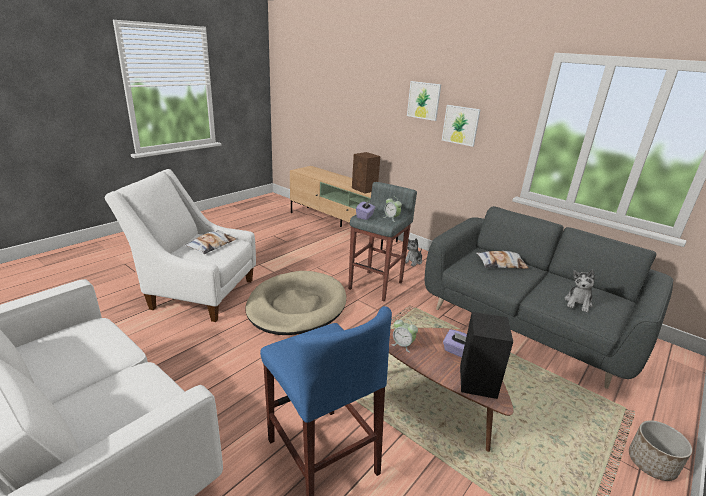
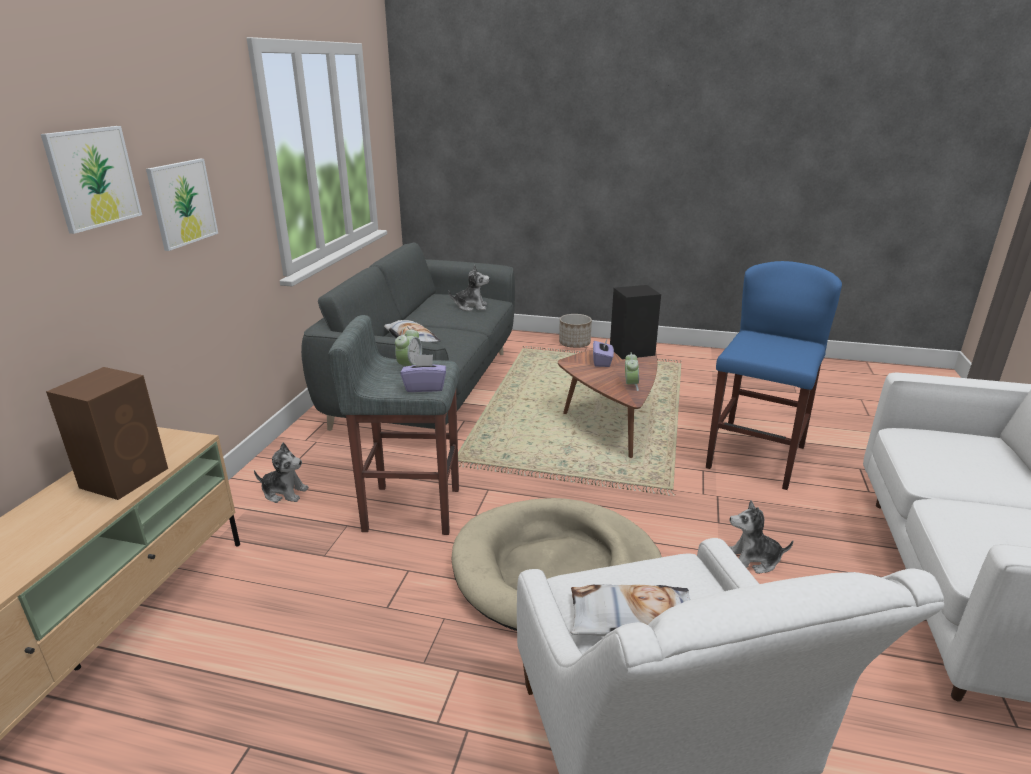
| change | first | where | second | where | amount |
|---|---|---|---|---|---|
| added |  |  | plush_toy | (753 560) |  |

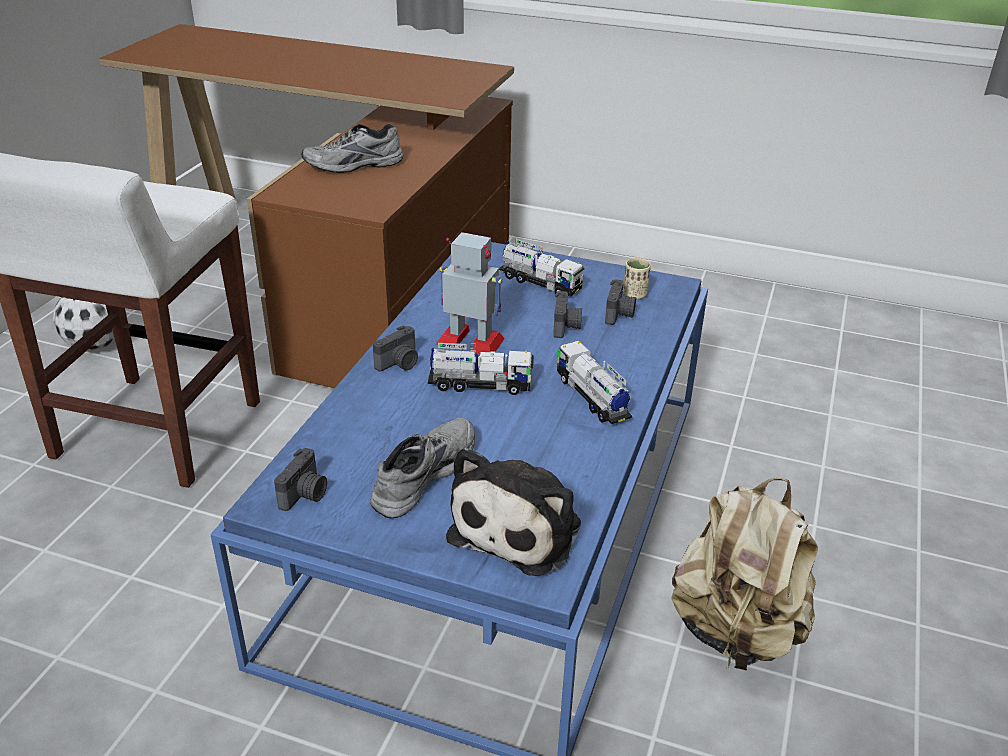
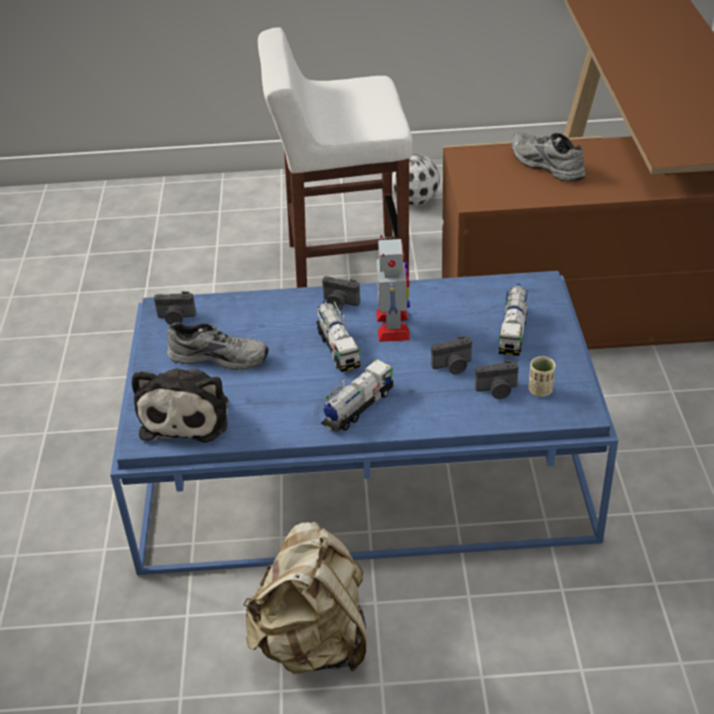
| change | first | where | second | where | amount |
|---|---|---|---|---|---|
| turned | plush_toy | (520 527) |  | (187 415) | 90 degrees counterclockwise |

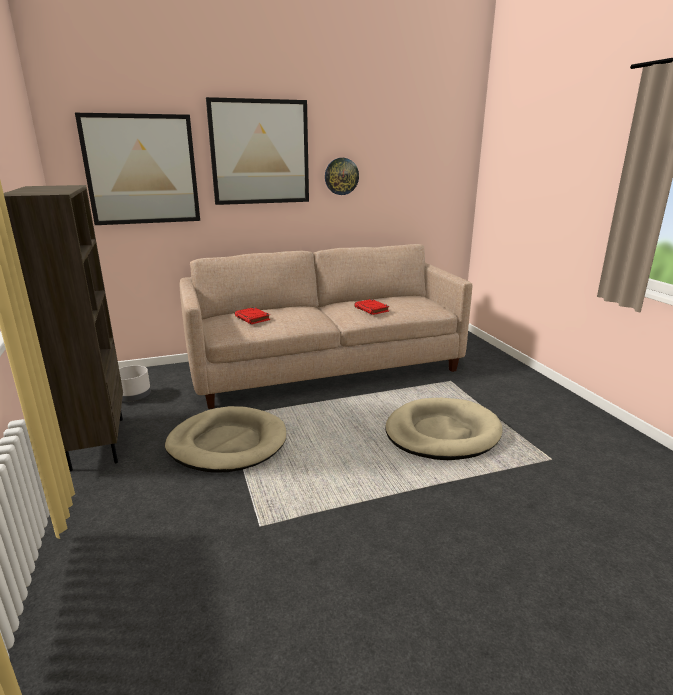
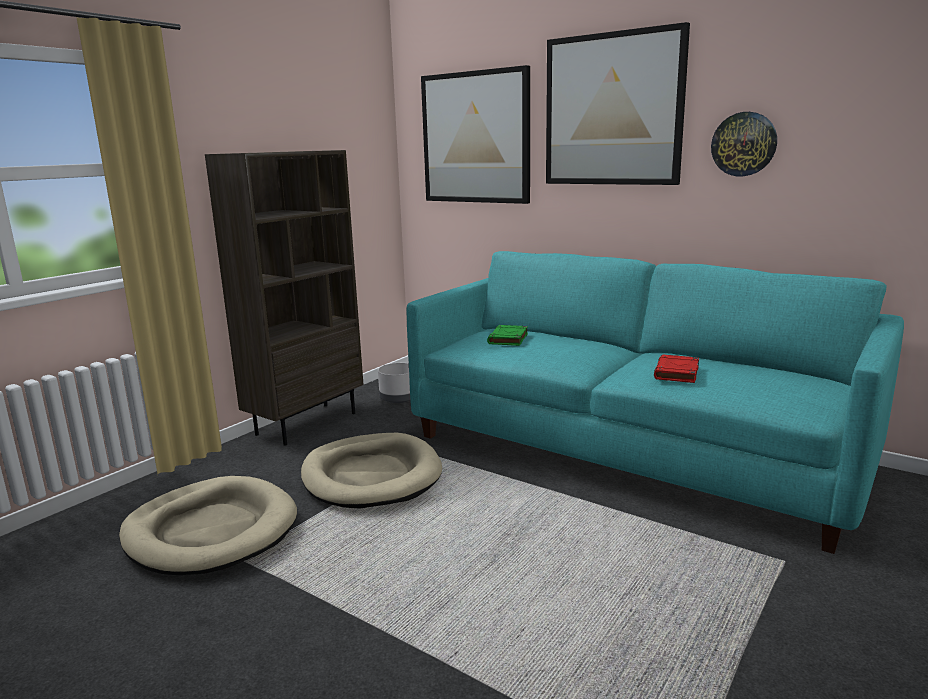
| change | first | where | second | where | amount |
|---|---|---|---|---|---|
| moved | beige_dog_bed | (442 433) |  | (211 531) |  |
| recoloured | beige_sofa | (325 367) | turquoise_sofa | (628 451) |  |
| recoloured | red_book | (253 318) | green_book | (508 339) |  |

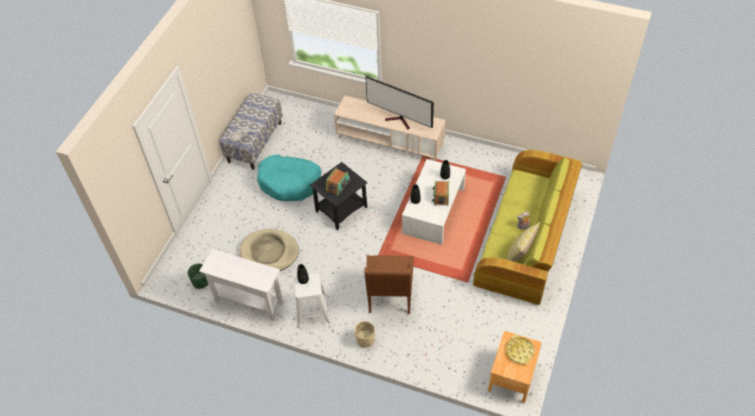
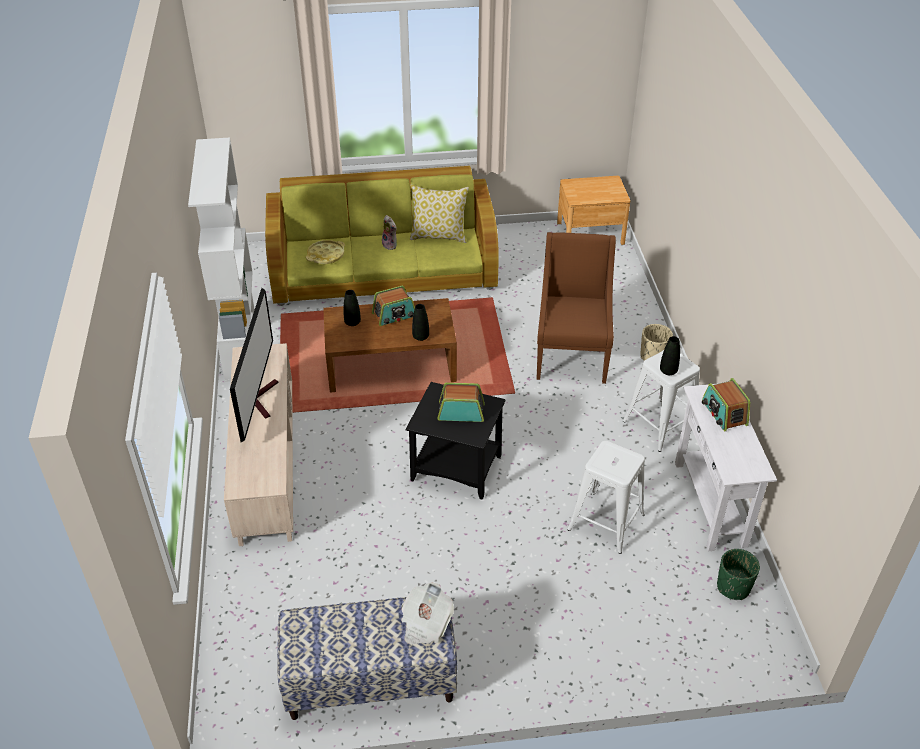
| change | first | where | second | where | amount |
|---|---|---|---|---|---|
| removed | turquoise_dog_bed | (290 183) |  |  |  |
| added |  |  | white_bookcase | (241 343) |  |
| added |  |  | radio | (724 413) |  |
| moved | yellow_tray | (519 351) |  | (326 255) |  |
| replaced | beige_dog_bed | (269 253) | white_stool | (606 521) |  |
| recoloured | white_coffee_table | (434 211) | brown_coffee_table | (391 364) |  |
| turned | brown_armchair | (390 297) |  | (571 357) | 60 degrees counterclockwise |

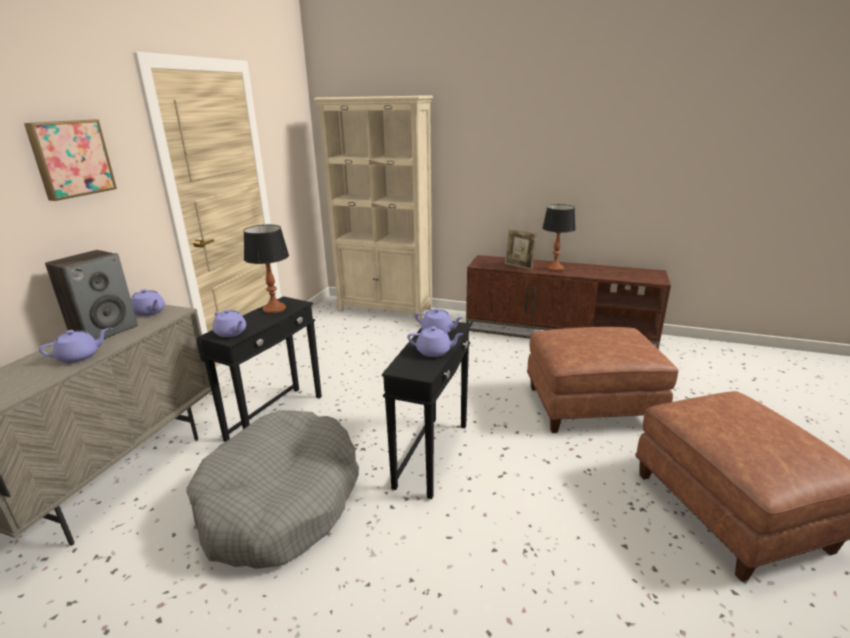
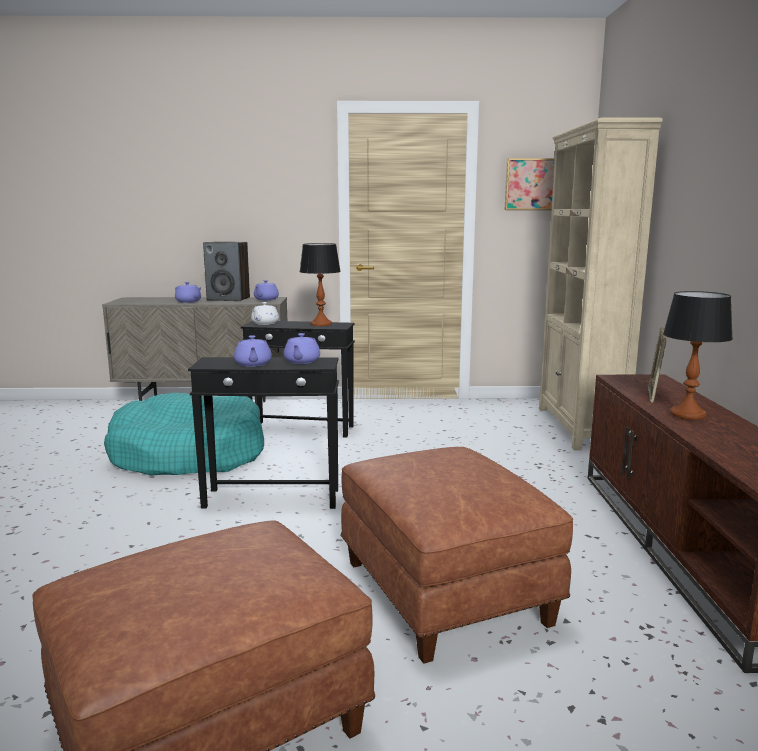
| change | first | where | second | where | amount |
|---|---|---|---|---|---|
| moved | picture | (71 158) |  | (530 184) |  |
| recoloured | grey_dog_bed | (281 501) | turquoise_dog_bed | (188 454) |  |
| recoloured | purple_teapot | (231 333) | white_teapot | (264 323) |  |

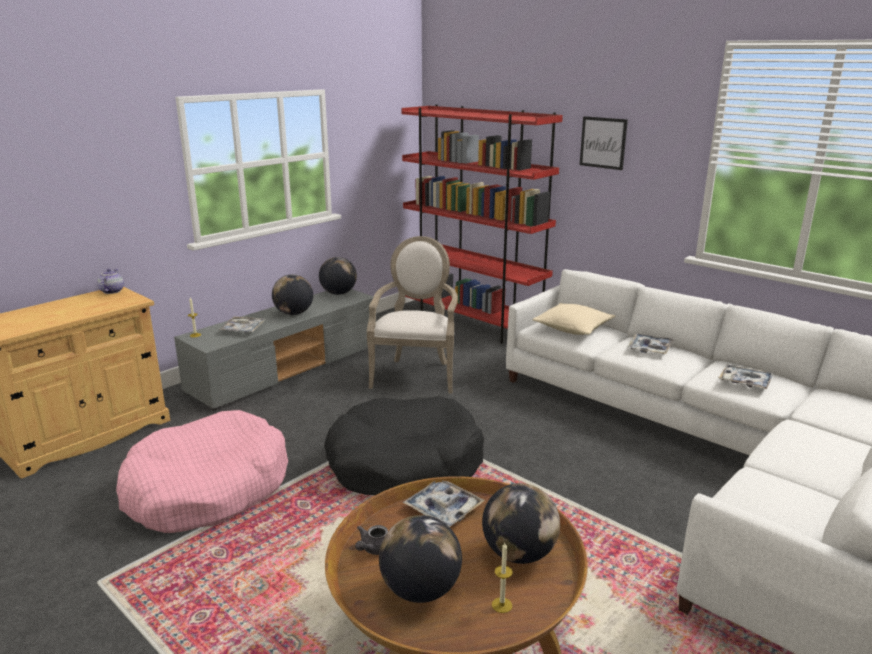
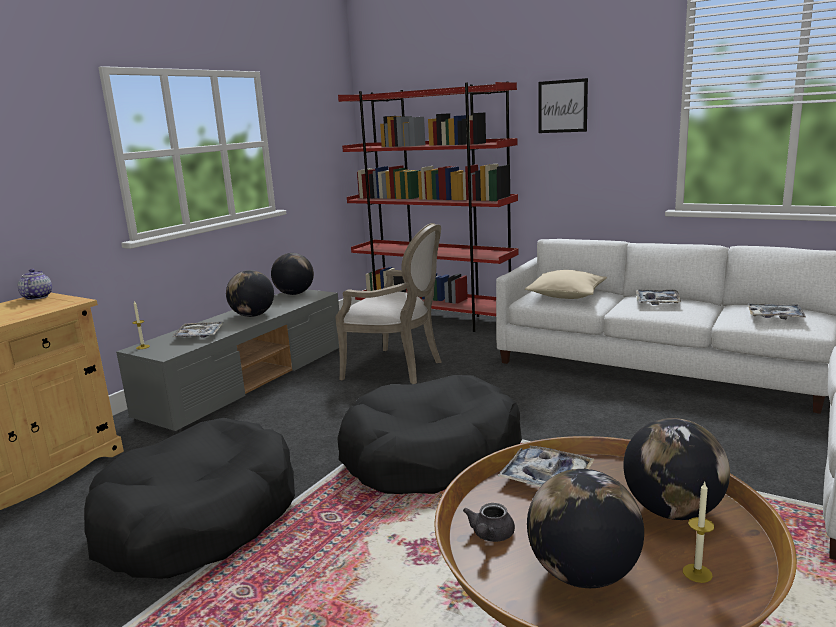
| change | first | where | second | where | amount |
|---|---|---|---|---|---|
| recoloured | pink_dog_bed | (207 489) | black_dog_bed | (198 519) |  |
| turned | armchair | (416 374) |  | (398 369) | 120 degrees clockwise |

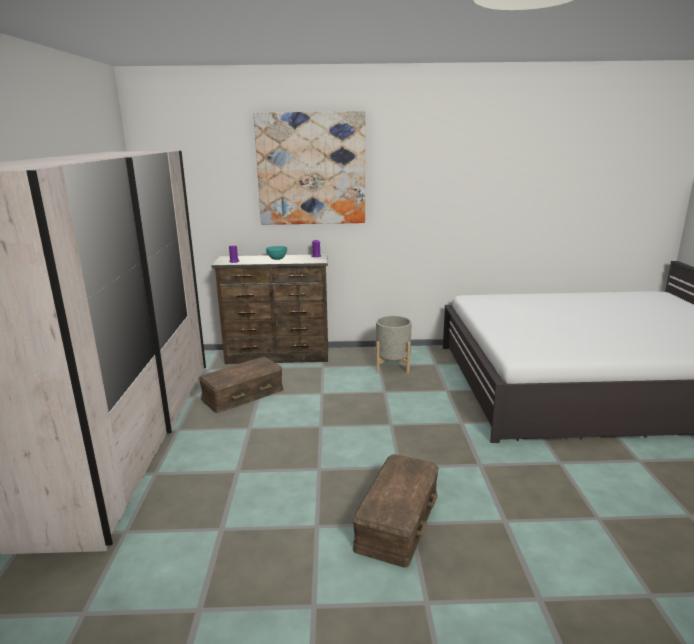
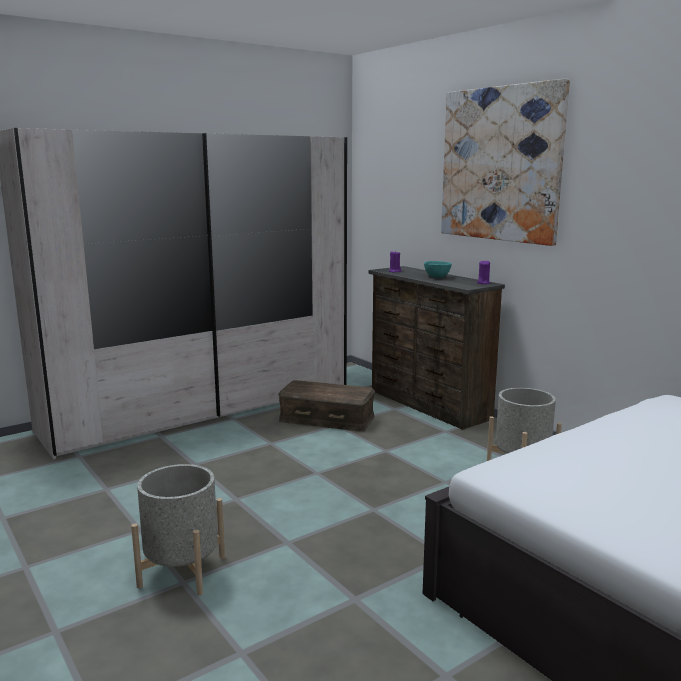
| change | first | where | second | where | amount |
|---|---|---|---|---|---|
| replaced | brown_storage_box | (396 520) | grey_planter | (182 571) |  |

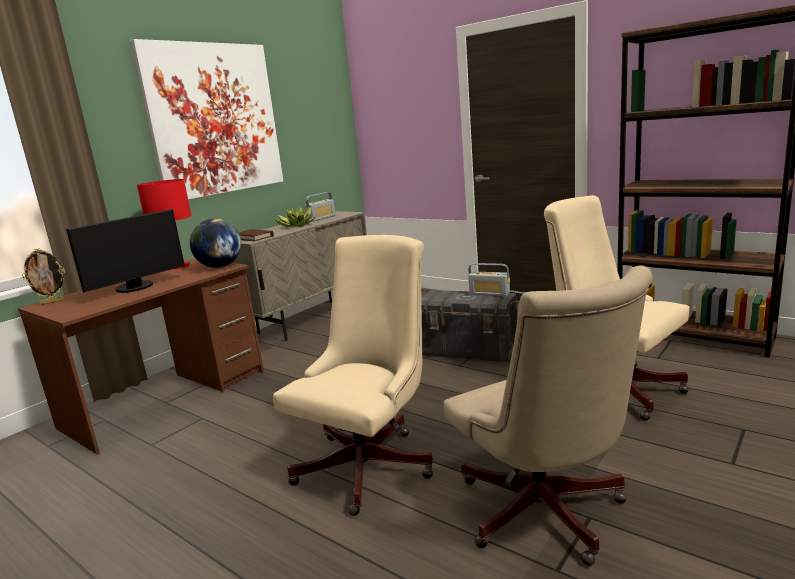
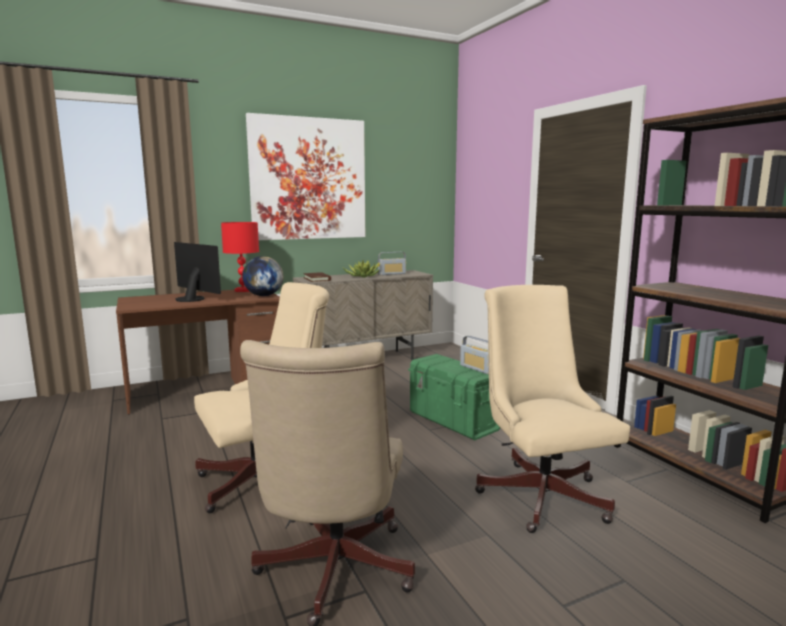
| change | first | where | second | where | amount |
|---|---|---|---|---|---|
| removed | picture_frame | (52 302) |  |  |  |
| recoloured | grey_storage_box | (470 351) | green_storage_box | (453 421) |  |
| turned | monitor | (136 287) |  | (193 299) | 120 degrees counterclockwise |

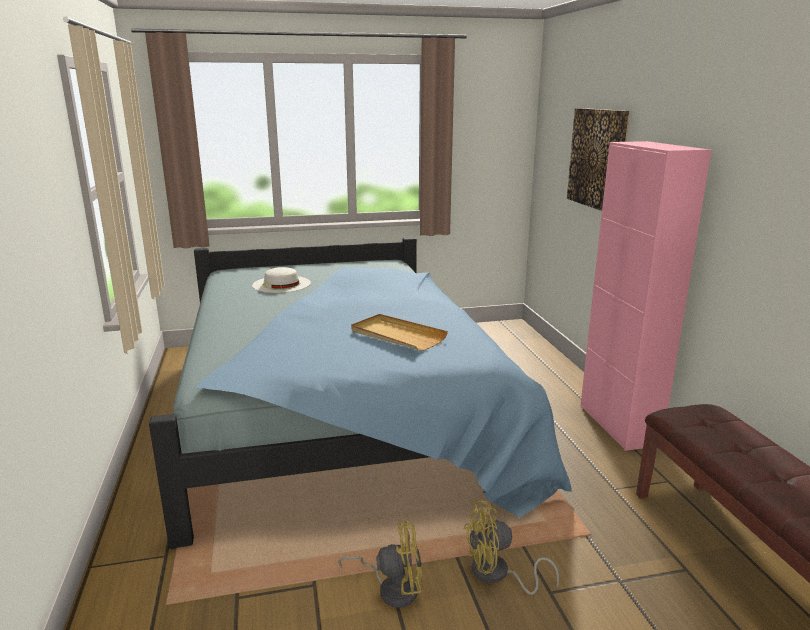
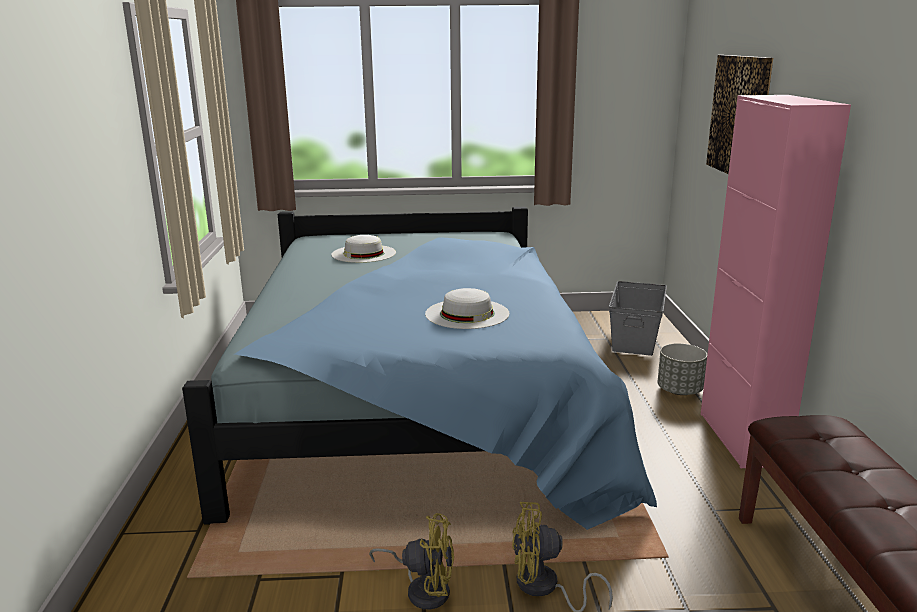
| change | first | where | second | where | amount |
|---|---|---|---|---|---|
| added |  |  | grey_storage_box | (636 337) |  |
| added |  |  | grey_planter | (680 390) |  |
| replaced | beige_tray | (397 335) | white_hat | (467 313) |  |

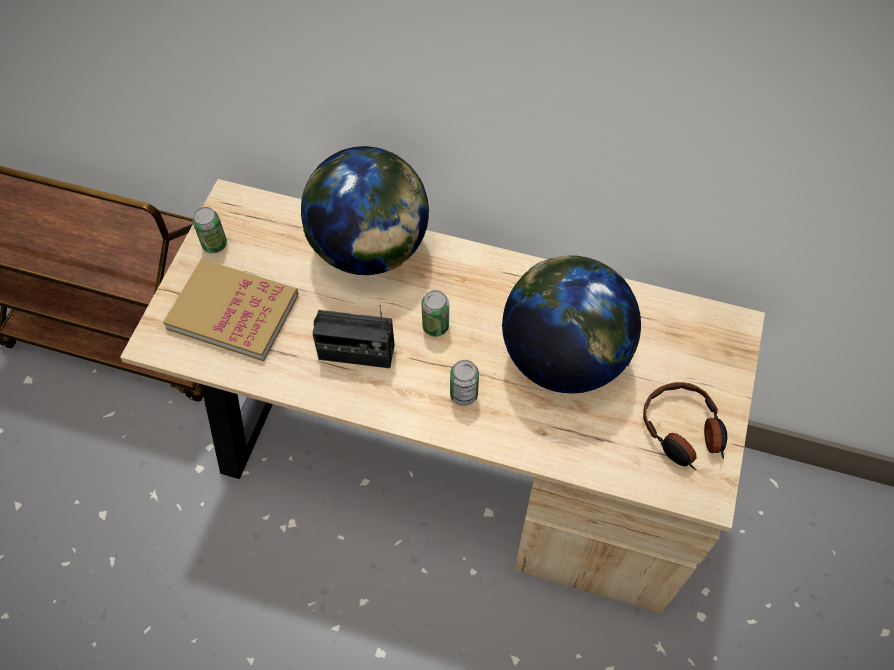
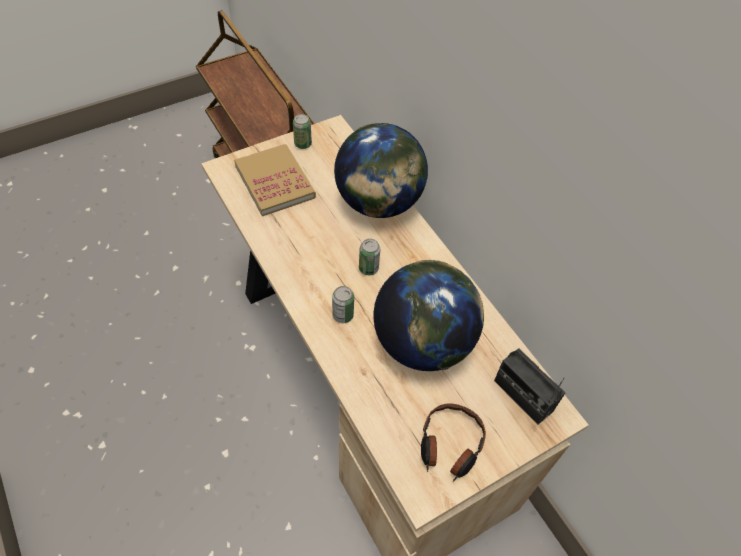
| change | first | where | second | where | amount |
|---|---|---|---|---|---|
| moved | radio | (356 352) |  | (522 396) |  |

